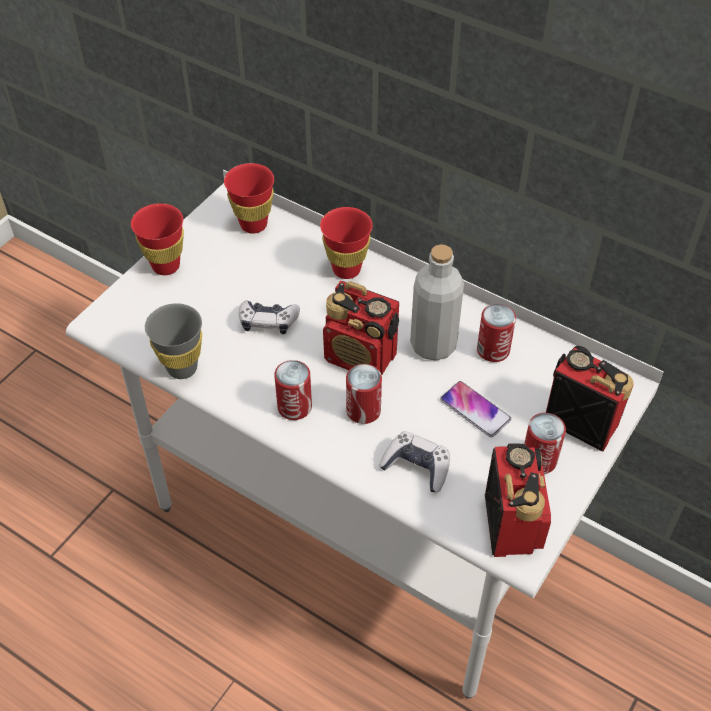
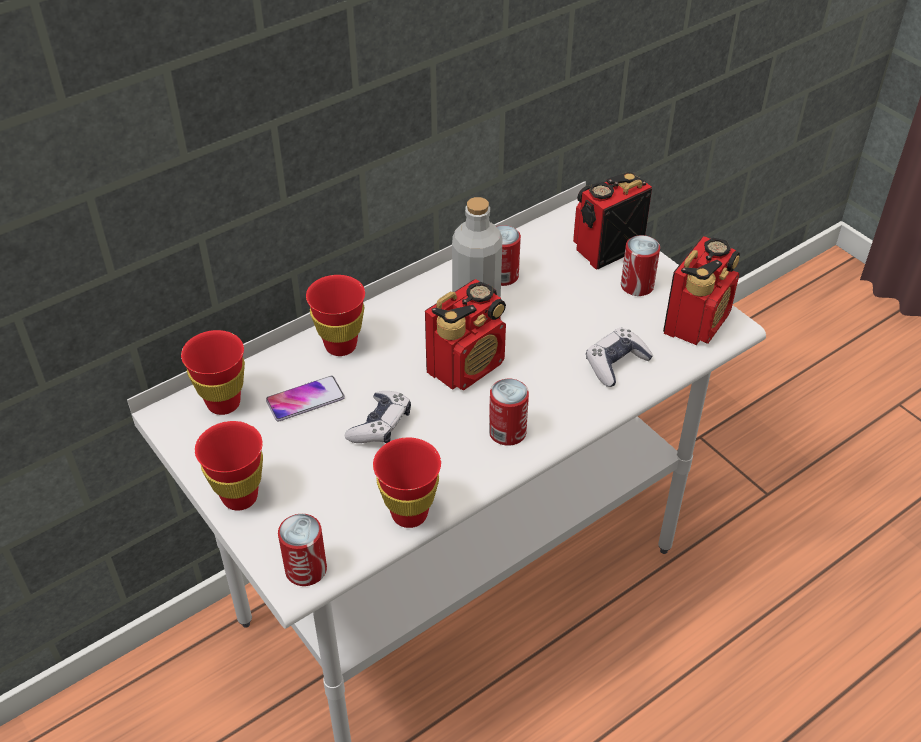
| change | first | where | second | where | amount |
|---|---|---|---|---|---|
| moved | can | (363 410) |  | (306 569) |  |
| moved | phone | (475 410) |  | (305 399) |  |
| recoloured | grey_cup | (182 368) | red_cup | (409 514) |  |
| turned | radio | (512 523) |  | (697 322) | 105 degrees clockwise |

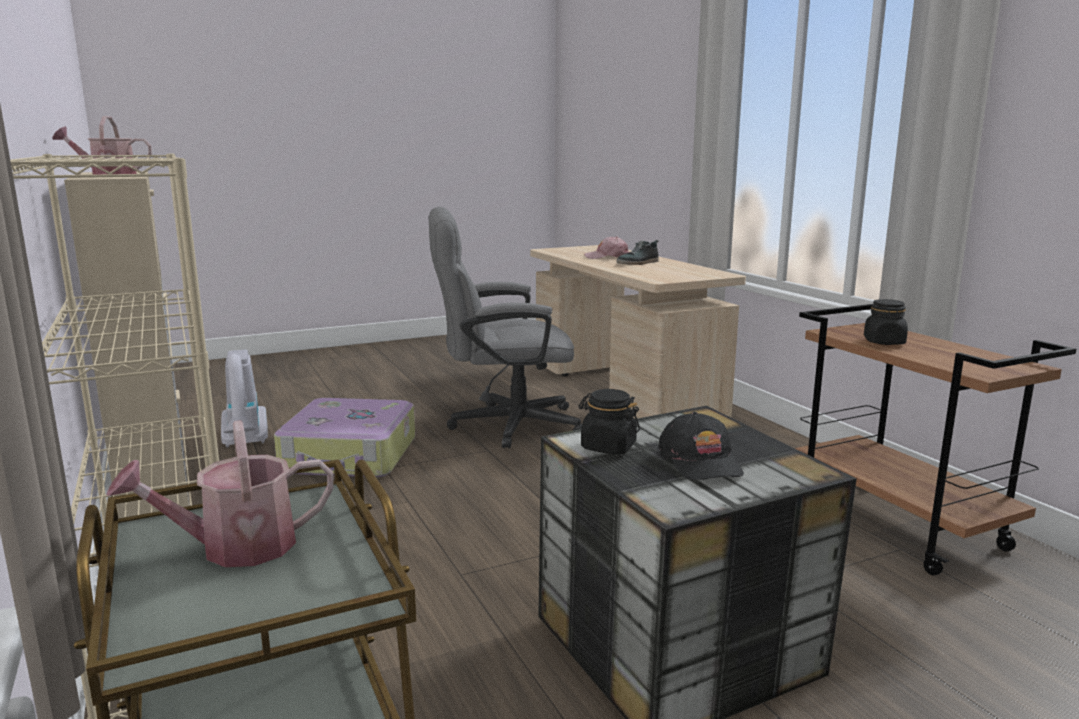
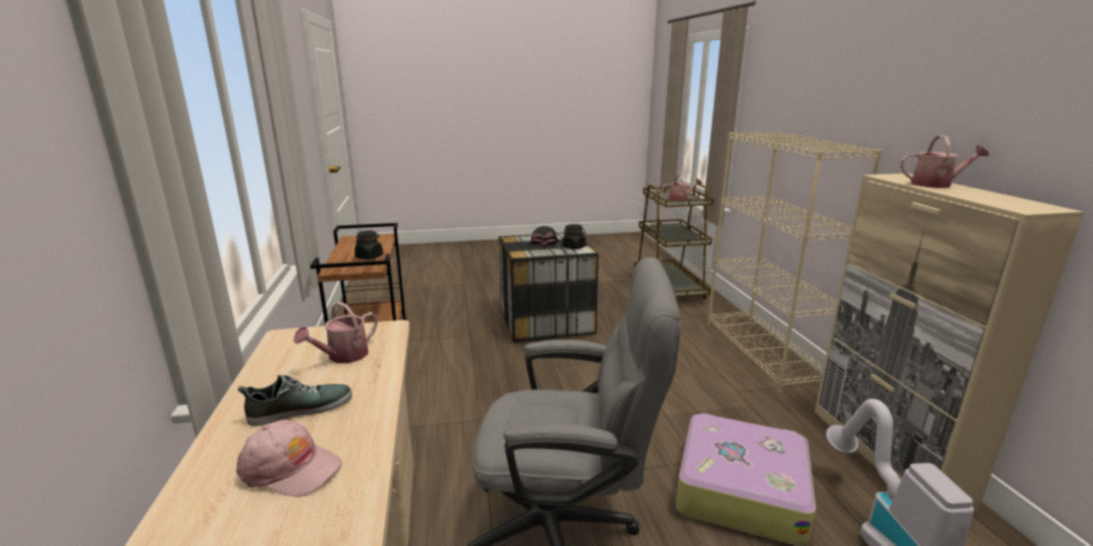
| change | first | where | second | where | amount |
|---|---|---|---|---|---|
| added |  |  | watering_can | (343 356) |  |

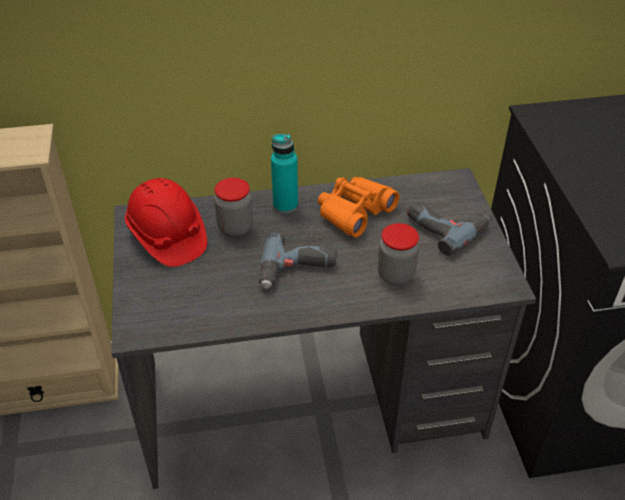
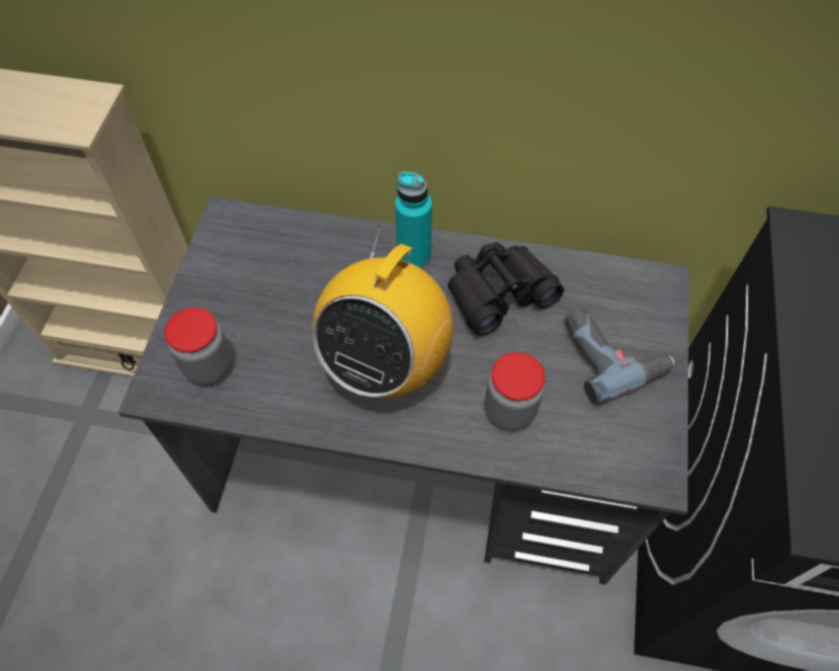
| change | first | where | second | where | amount |
|---|---|---|---|---|---|
| removed | red_hard_hat | (167 237) |  |  |  |
| moved | jar | (235 227) |  | (209 366) |  |
| replaced | power_drill | (297 271) | radio | (386 363) |  |
| recoloured | orange_binoculars | (354 212) | black_binoculars | (498 293) |  |

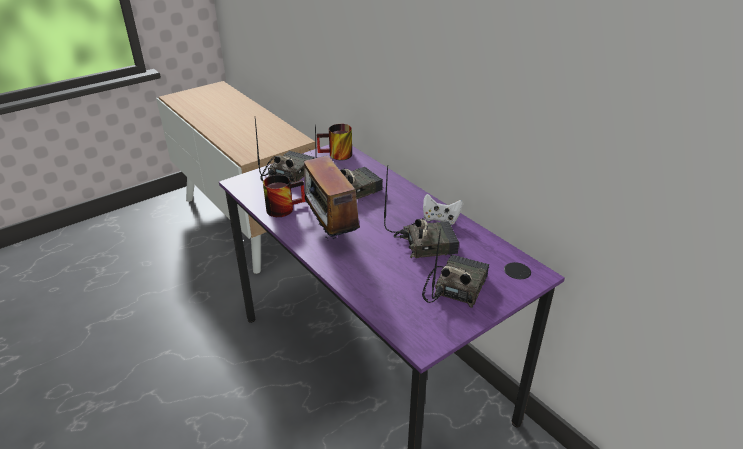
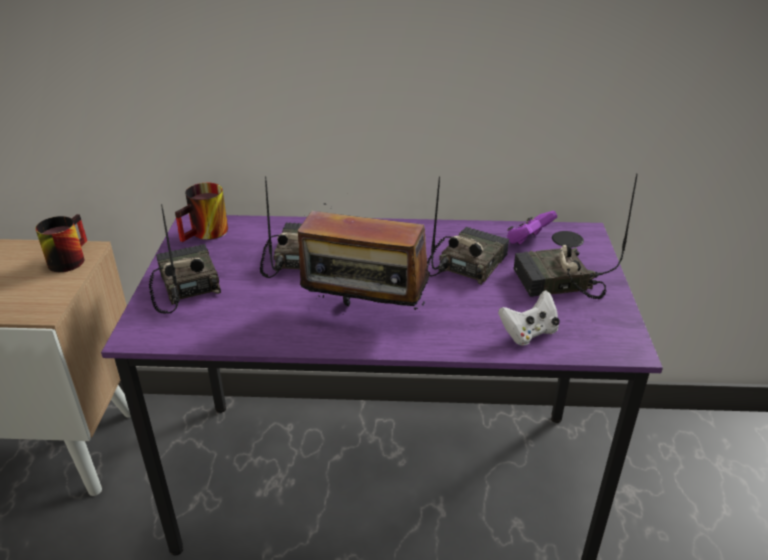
| change | first | where | second | where | amount |
|---|---|---|---|---|---|
| added |  |  | purple_game_controller | (528 240) |  |
| moved | mug | (283 207) |  | (67 258) |  |
| moved | white_game_controller | (440 219) |  | (529 333) |  |
| turned | radio | (455 287) |  | (557 284) | 75 degrees counterclockwise |

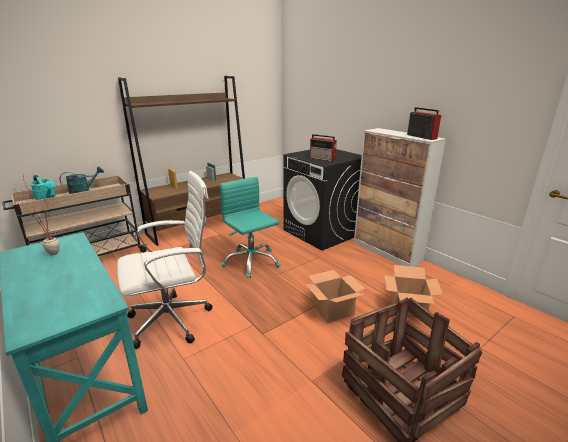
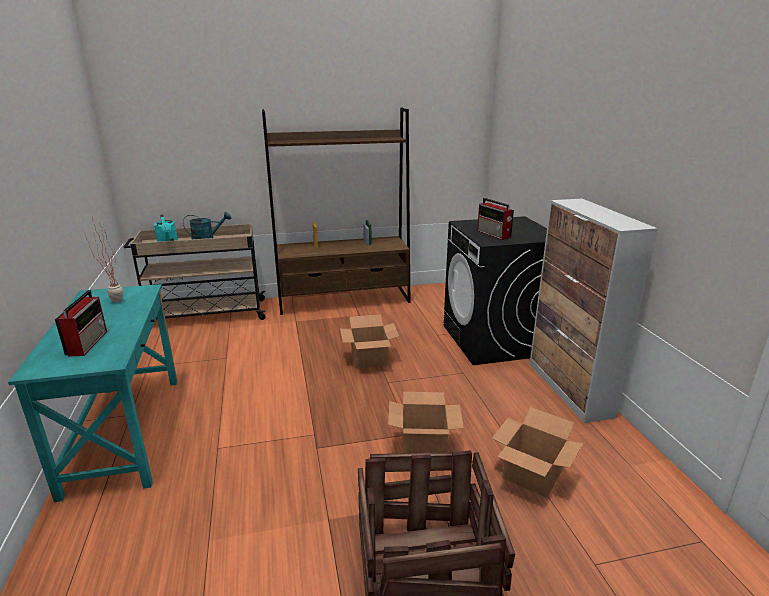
| change | first | where | second | where | amount |
|---|---|---|---|---|---|
| removed | white_office_chair | (174 320) |  |  |  |
| moved | radio | (421 137) |  | (88 342) |  |
| replaced | turquoise_office_chair | (251 262) | cardboard_box | (370 359) |  |

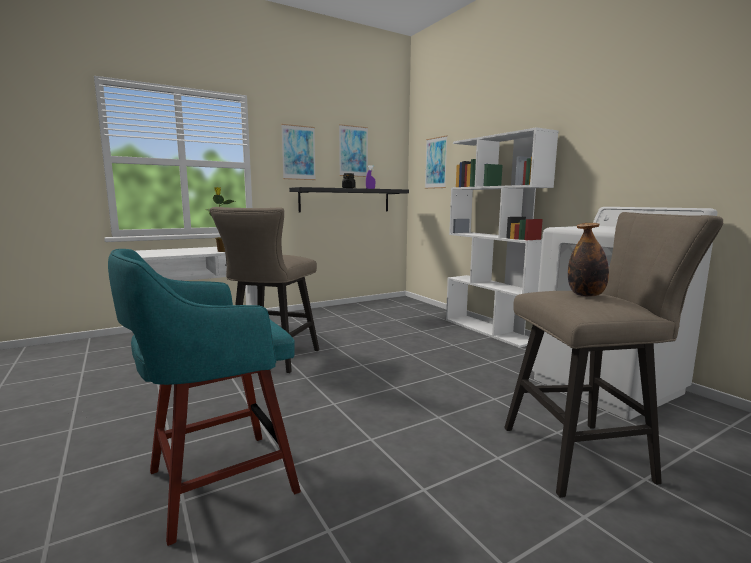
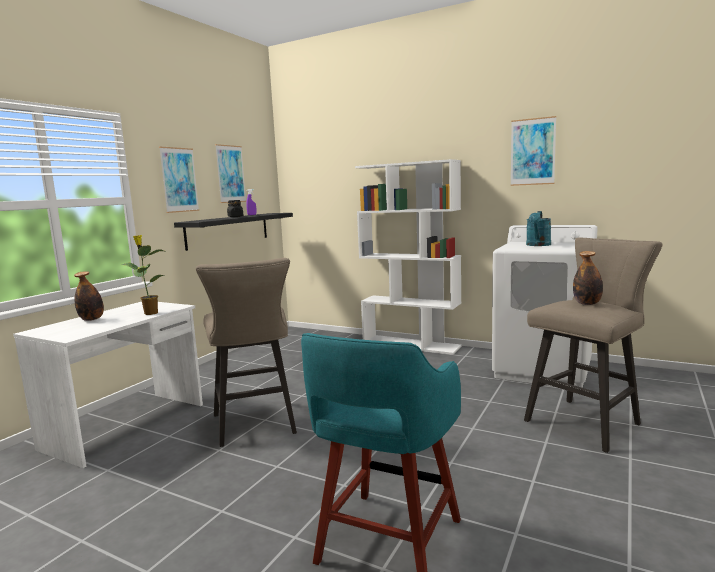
| change | first | where | second | where | amount |
|---|---|---|---|---|---|
| added |  |  | bottle | (91 319) |  |
| added |  |  | turquoise_watering_can | (538 245) |  |
| moved | picture | (436 163) |  | (532 152) |  |

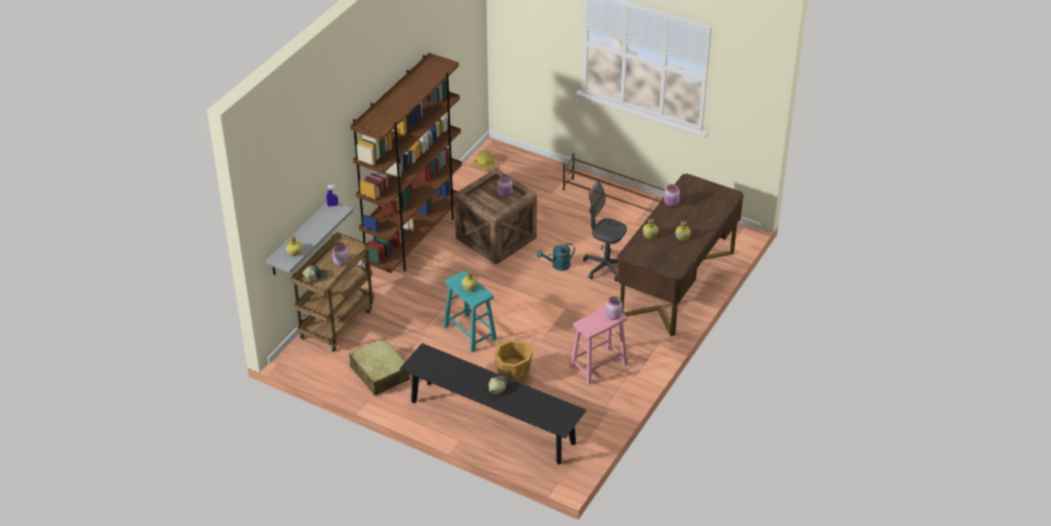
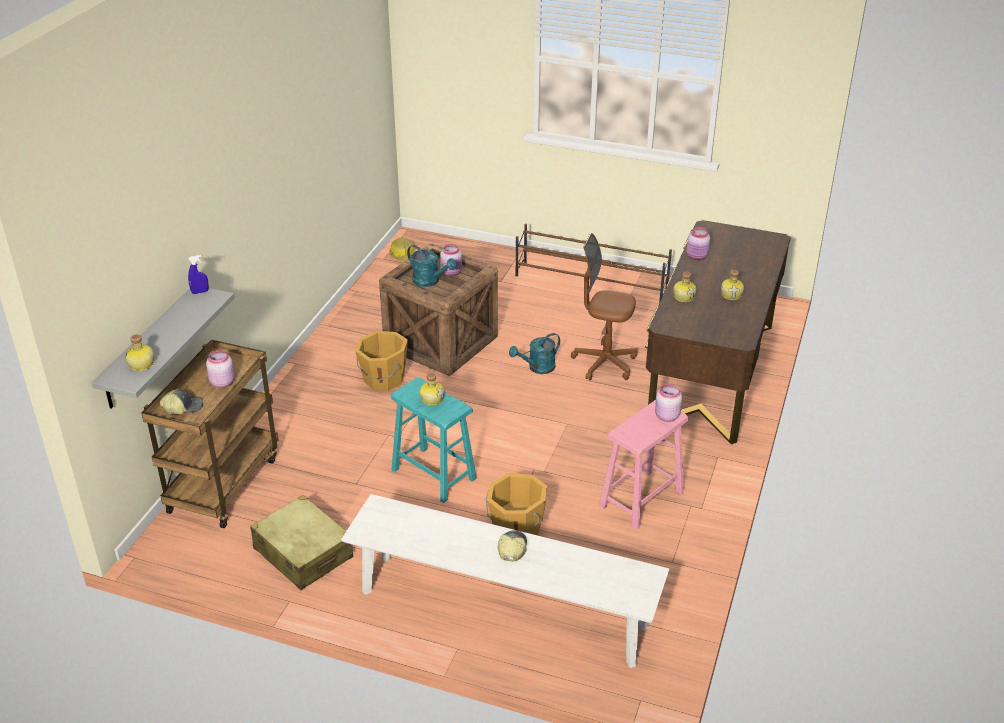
| change | first | where | second | where | amount |
|---|---|---|---|---|---|
| removed | brown_bookcase | (414 238) |  |  |  |
| added |  |  | orange_bucket | (383 379) |  |
| added |  |  | turquoise_watering_can | (430 281) |  |
| recoloured | black_bench | (492 422) | white_bench | (502 609) |  |
| recoloured | grey_office_chair | (605 267) | brown_office_chair | (604 363) |  |

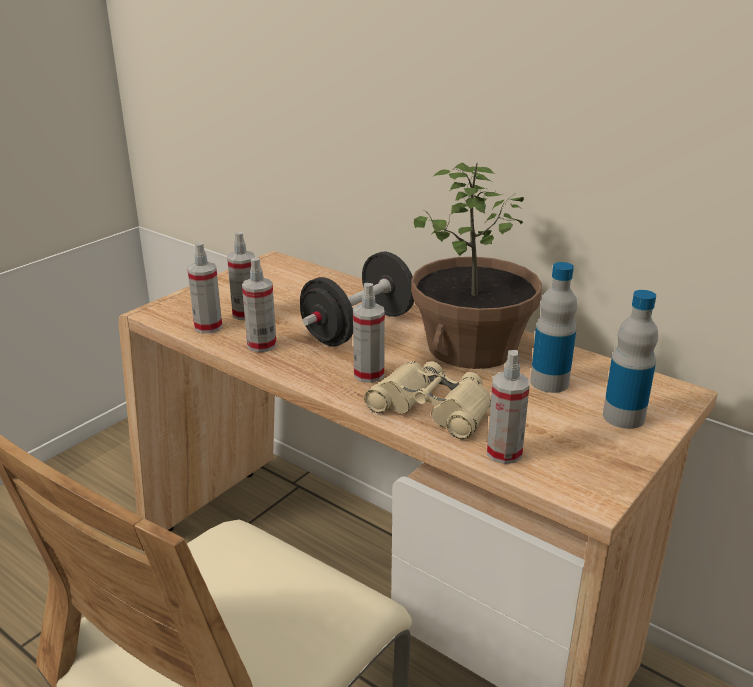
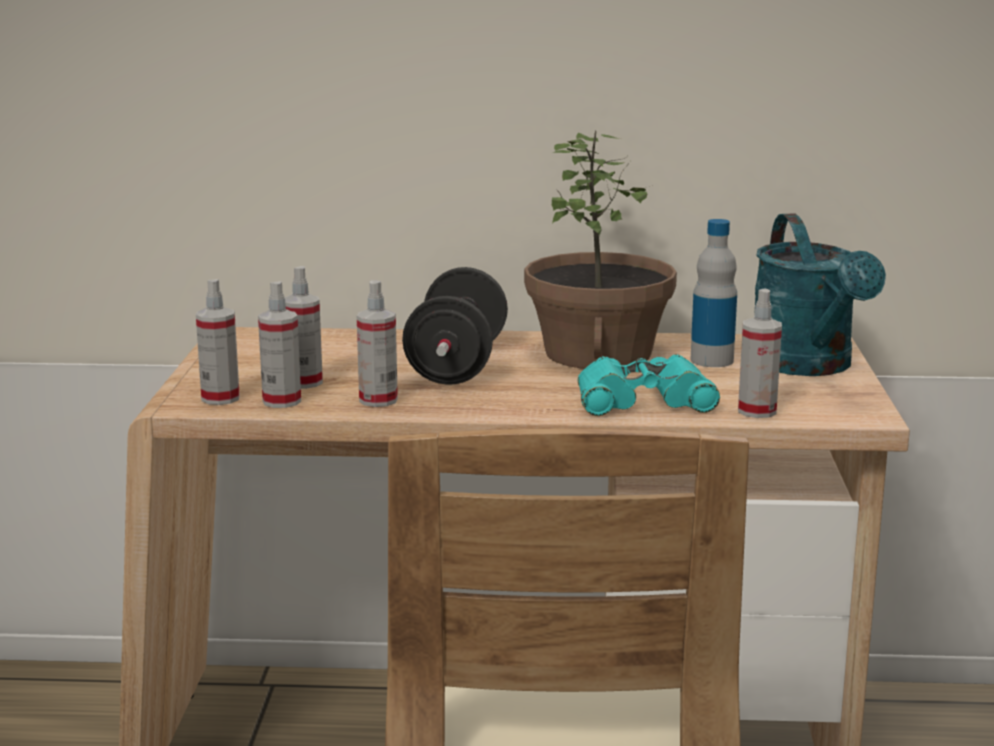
| change | first | where | second | where | amount |
|---|---|---|---|---|---|
| moved | spray_bottle | (369 374) |  | (220 398) |  |
| replaced | bottle | (623 417) | turquoise_watering_can | (809 366) |  |
| recoloured | beige_binoculars | (432 408) | turquoise_binoculars | (643 400) |  |

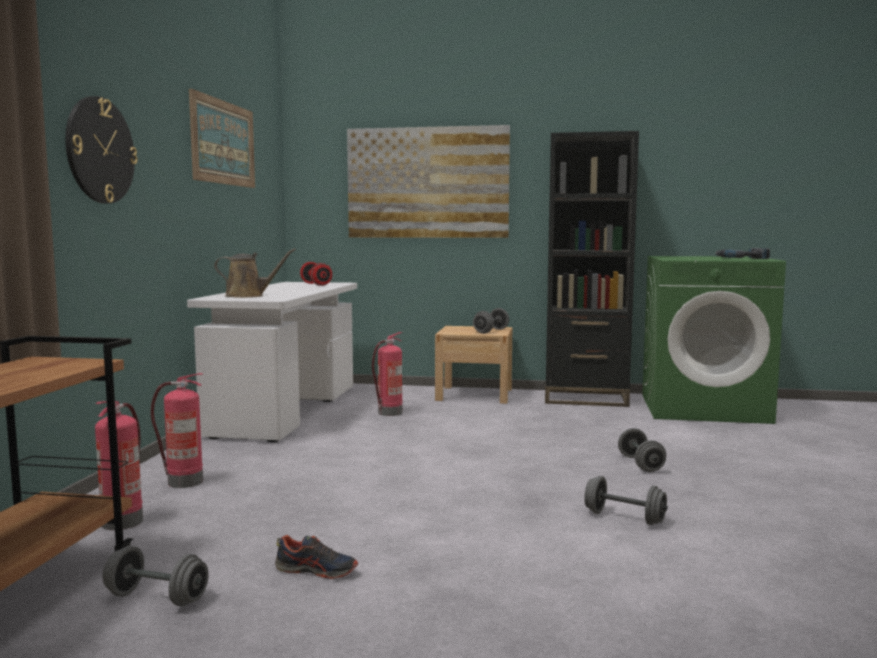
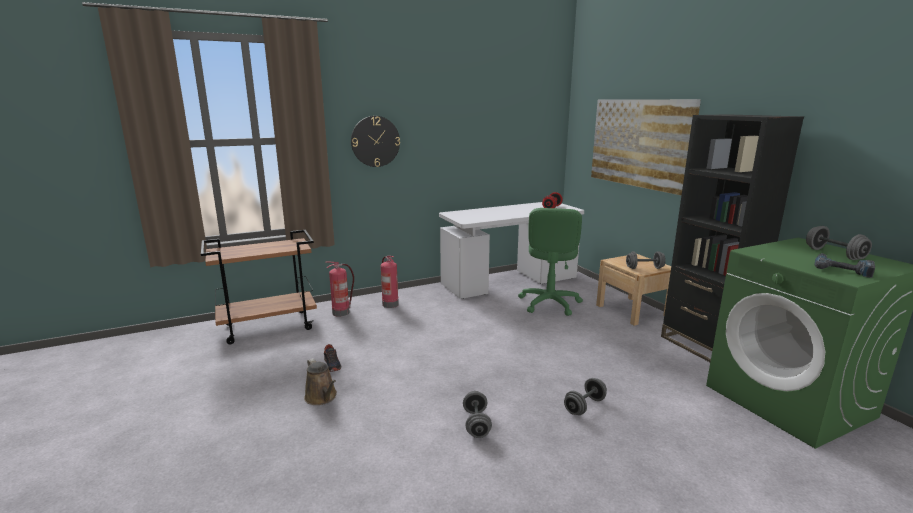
| change | first | where | second | where | amount |
|---|---|---|---|---|---|
| removed | picture | (223 143) |  |  |  |
| moved | grey_dumbbell | (157 598) |  | (834 254) |  |
| moved | brown_watering_can | (248 296) |  | (322 397) |  |
| replaced | fire_extinguisher | (389 413) | green_office_chair | (549 303) |  |

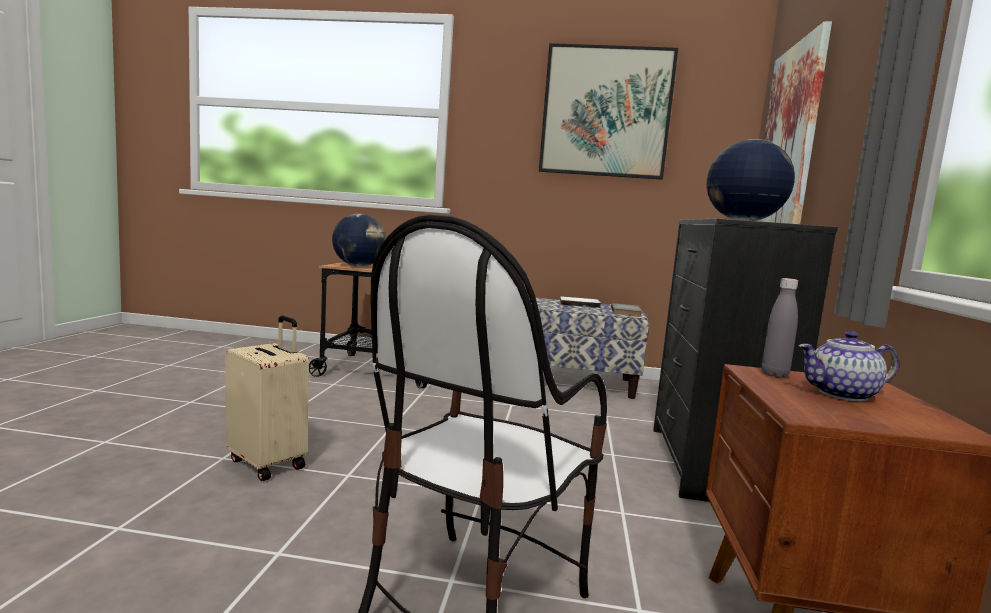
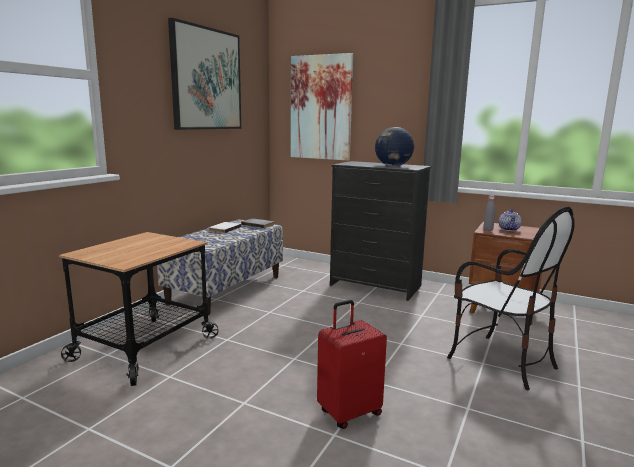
| change | first | where | second | where | amount |
|---|---|---|---|---|---|
| removed | globe | (358 266) |  |  |  |
| recoloured | beige_suitcase | (268 463) | red_suitcase | (349 412) |  |

